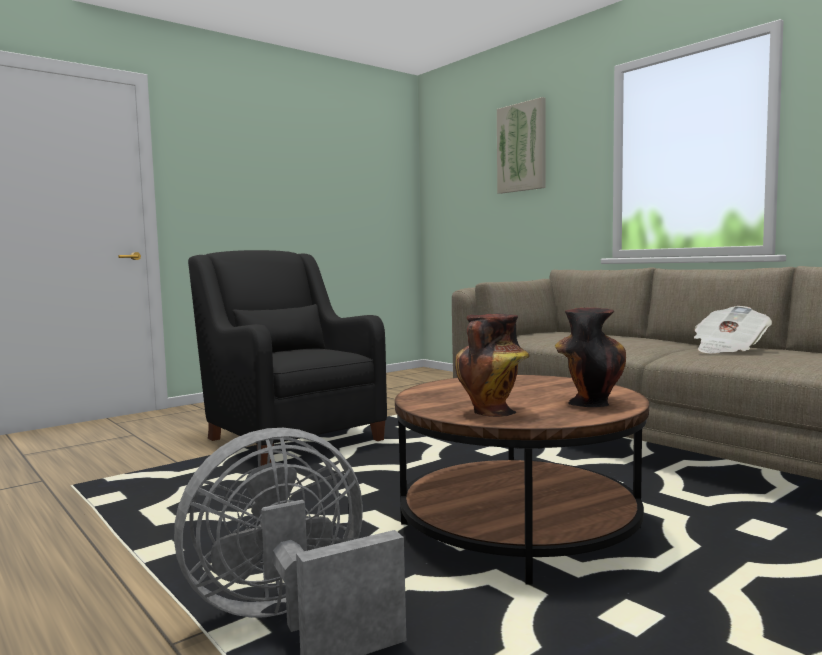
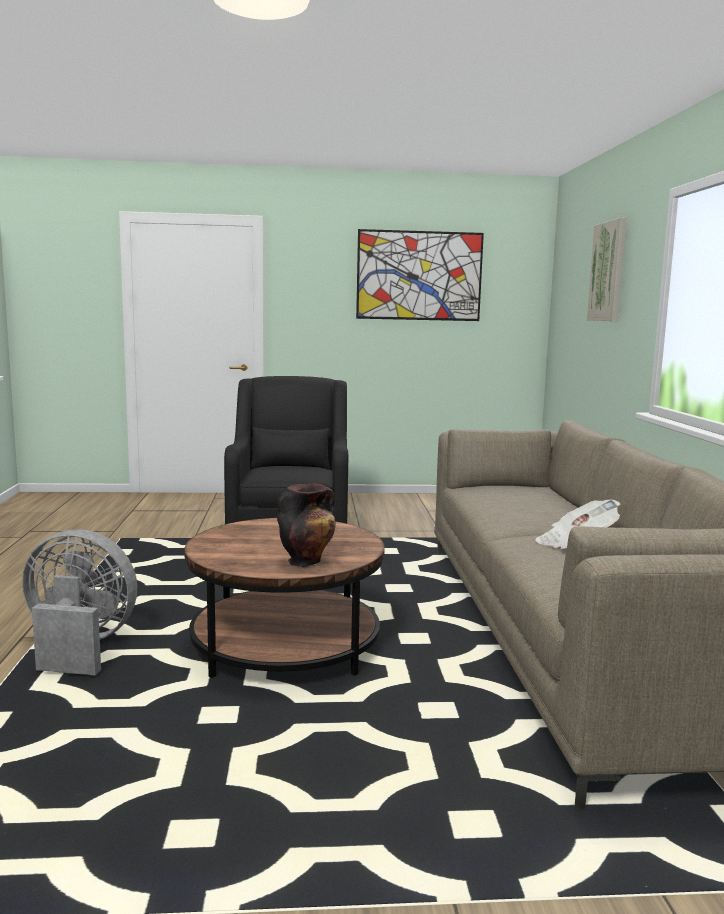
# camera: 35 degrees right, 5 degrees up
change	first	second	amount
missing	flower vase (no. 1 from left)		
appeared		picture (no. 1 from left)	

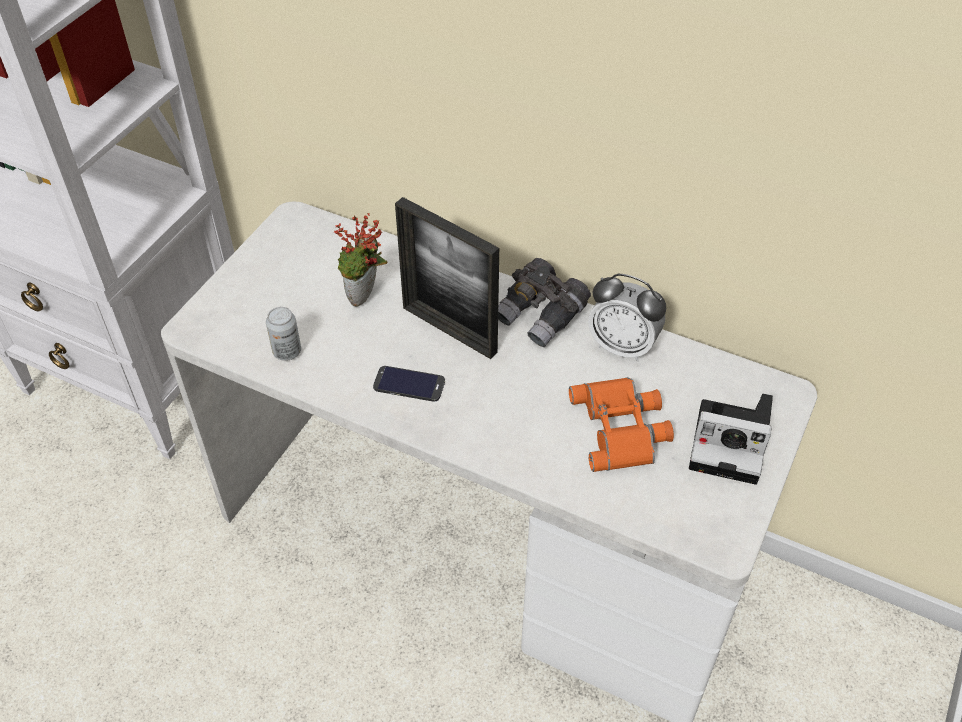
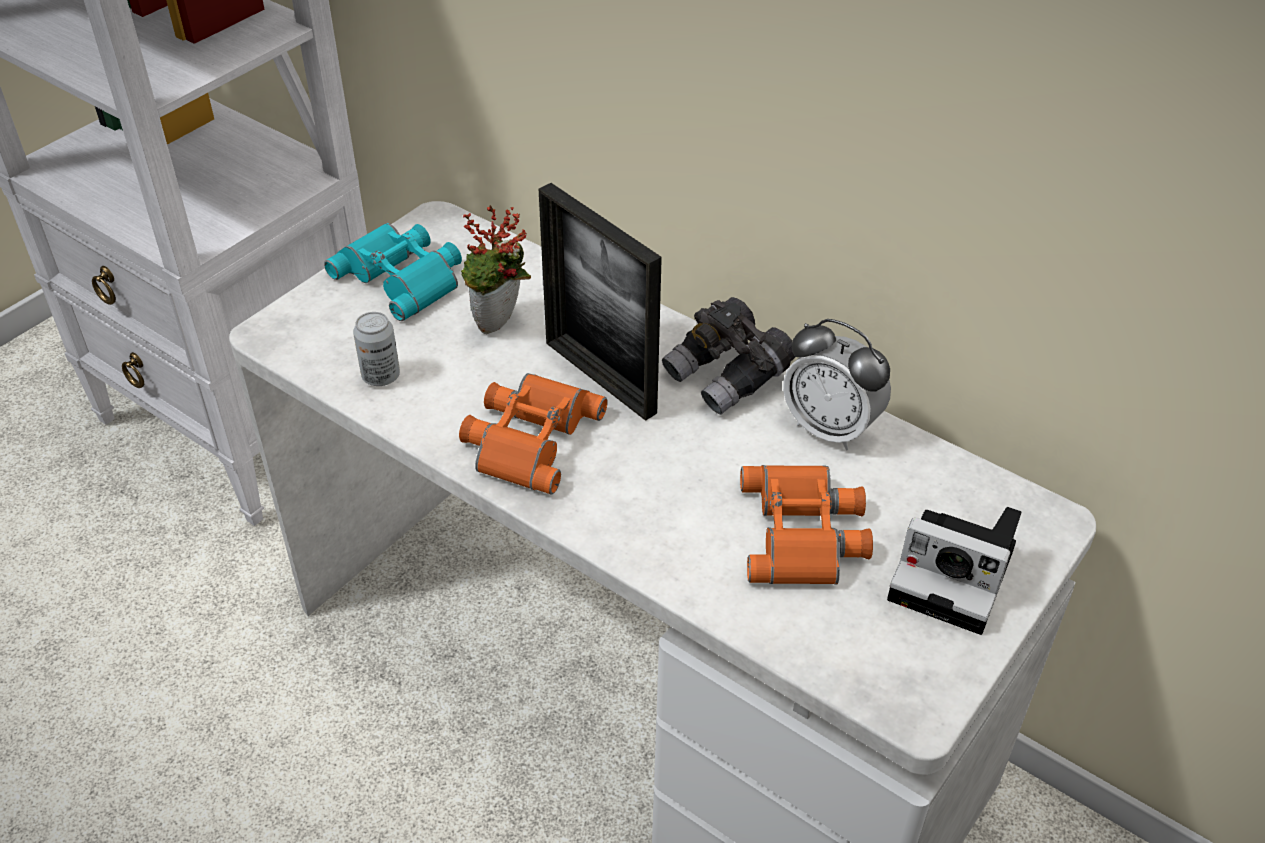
# camera: 10 degrees right, 5 degrees down
change	first	second	amount
appeared		field glasses in blue-green	
exchanged	handset	field glasses in orange (no. 1 from left)	

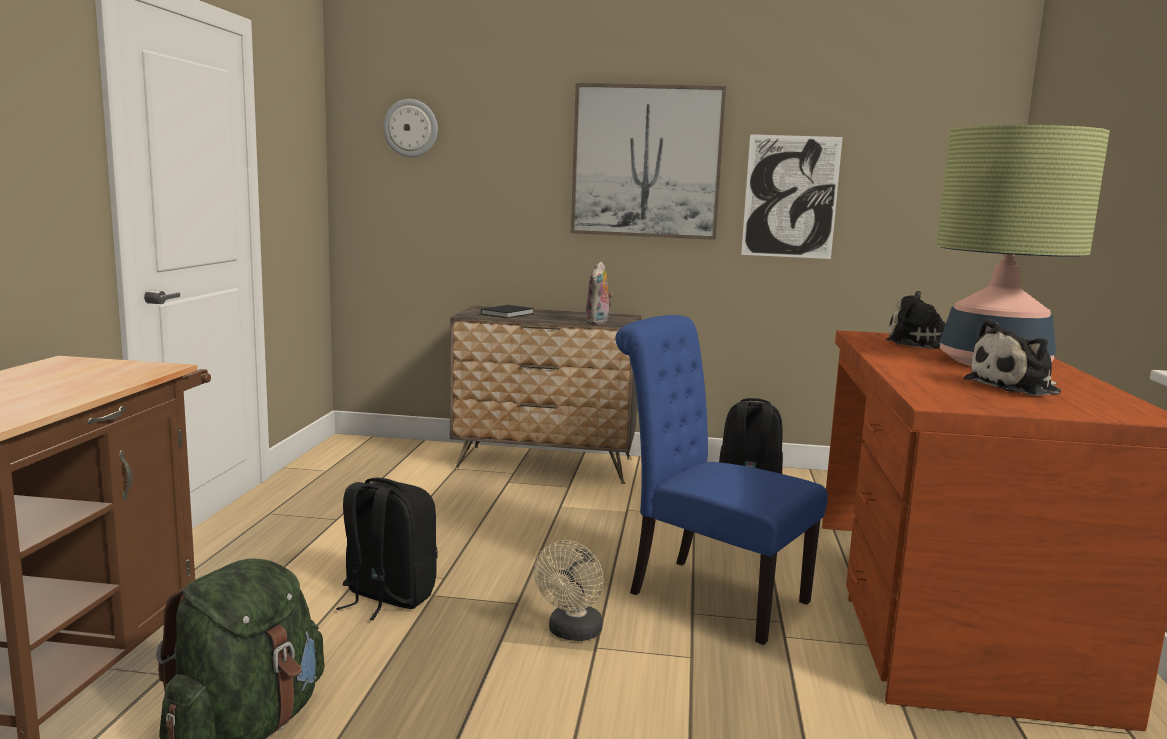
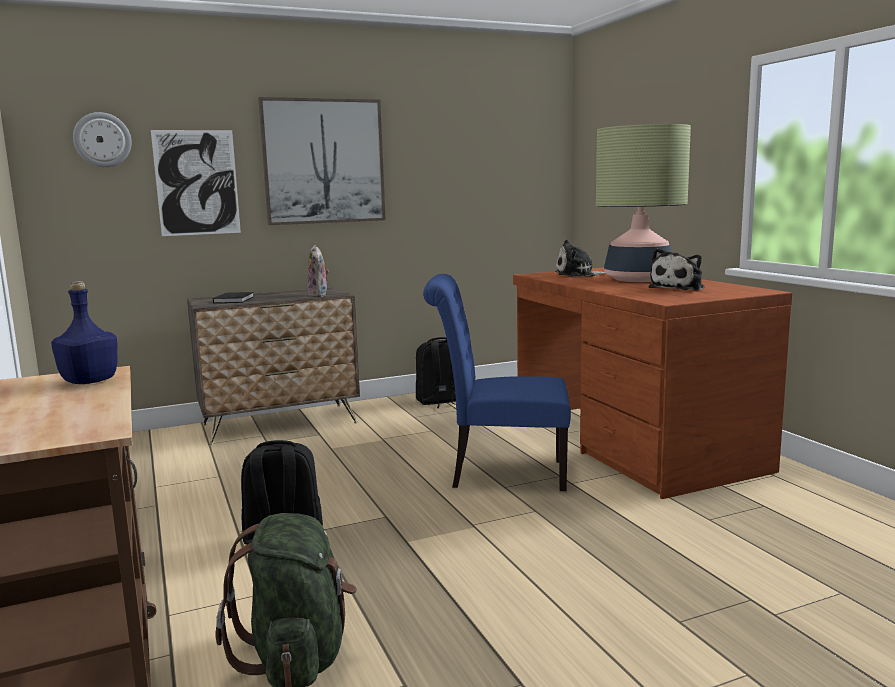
# camera: 30 degrees left, 0 degrees up
change	first	second	amount
missing	cooling fan in sand-coloured		
appeared		drink bottle in blue	
relocated	picture (no. 2 from left in the first image)	picture (no. 1 from left)	

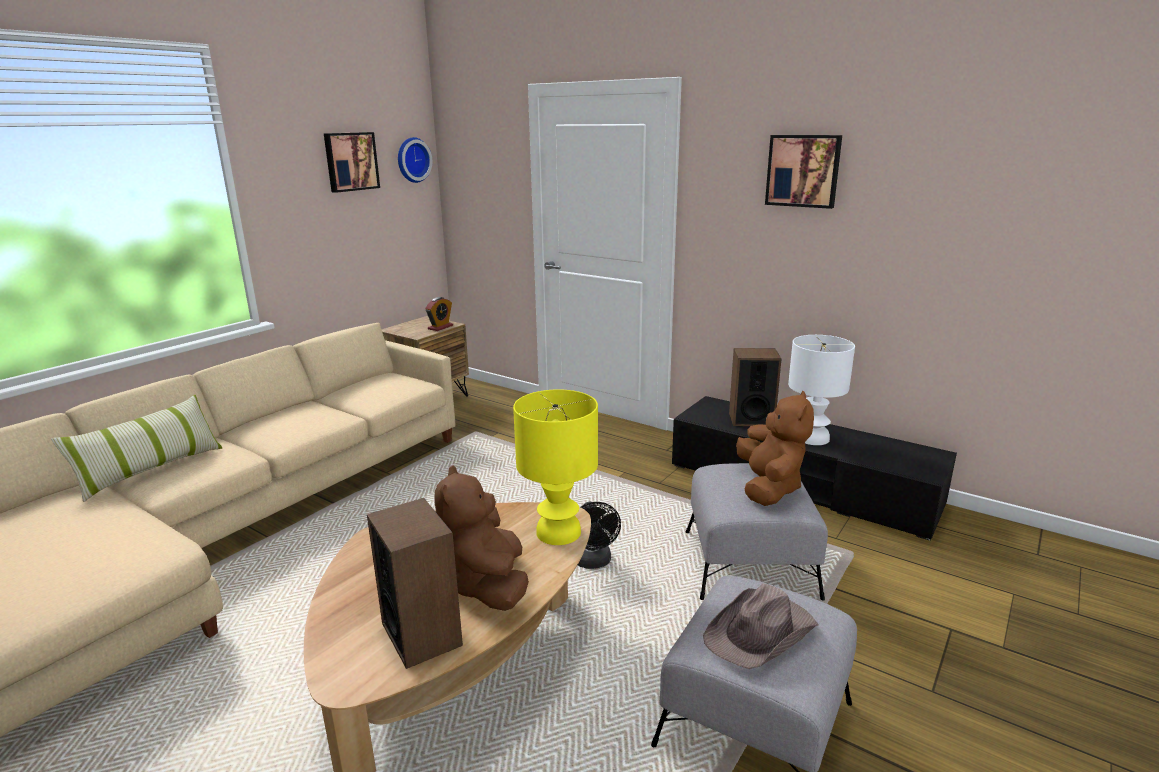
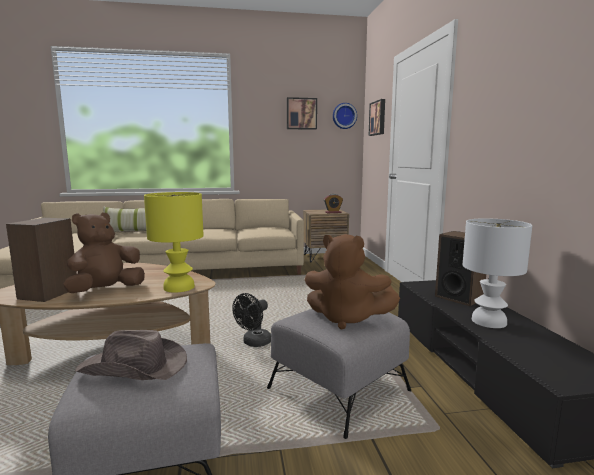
# camera: 45 degrees right, 10 degrees down
change	first	second	amount
relocated	picture (no. 2 from left)		
spun	soft toy in brown-coloured (no. 2 from left)		60 degrees clockwise

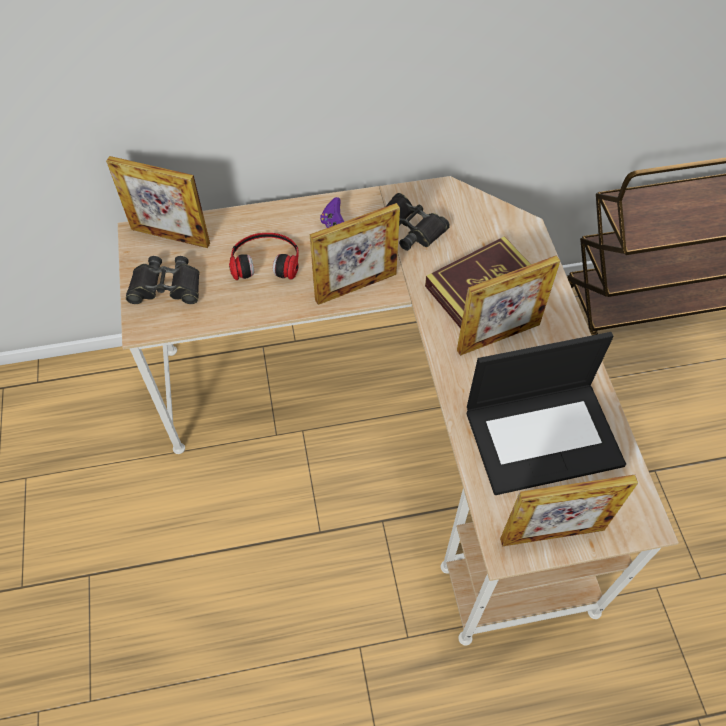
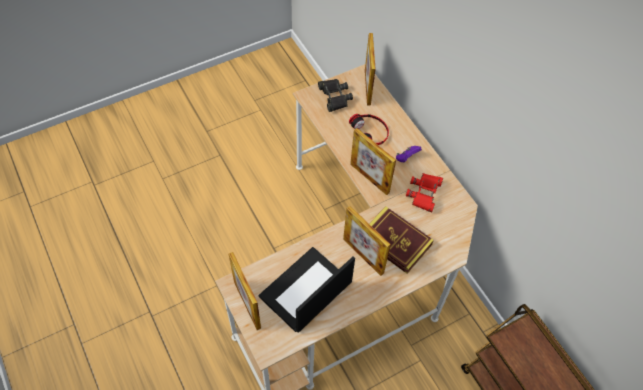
# camera: 70 degrees right, 0 degrees up
change	first	second	amount
colour	field glasses in black (no. 2 from left)	field glasses in red-coloured	
spun	laptop		75 degrees clockwise

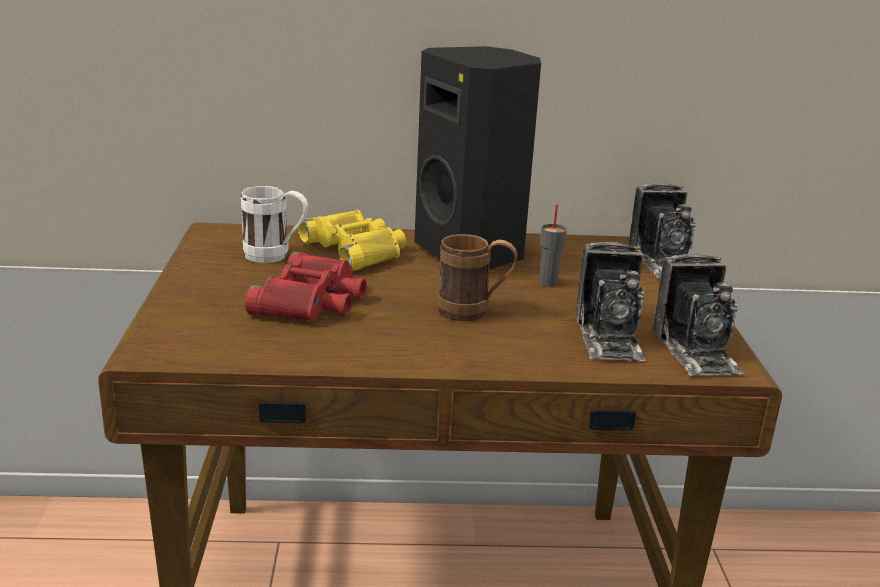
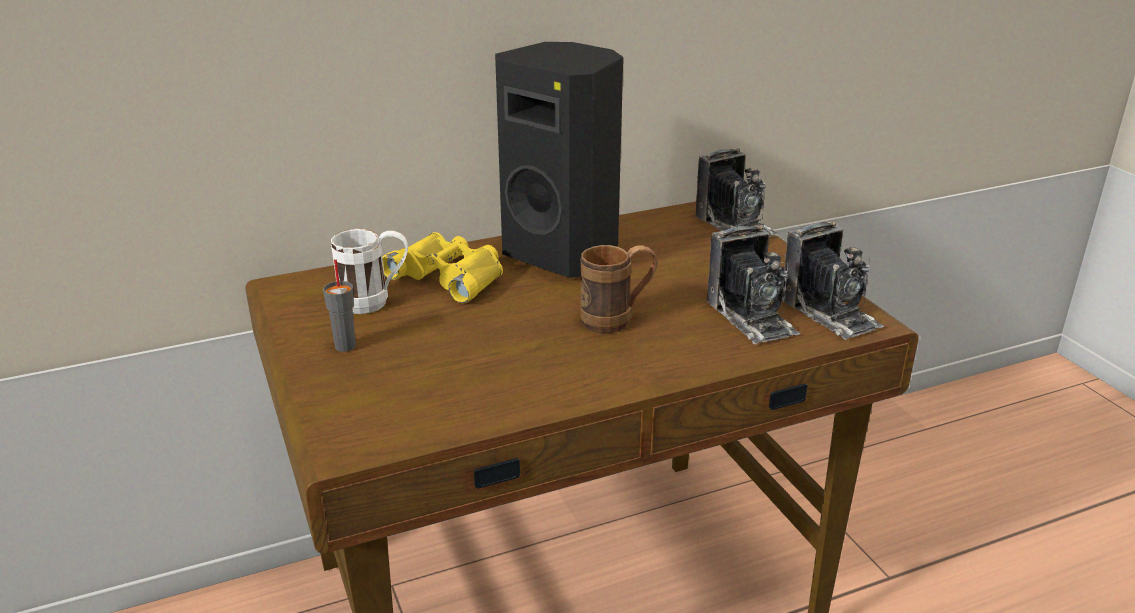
# camera: 20 degrees left, 5 degrees up
change	first	second	amount
missing	field glasses in red-coloured		
relocated	small cup in grey		

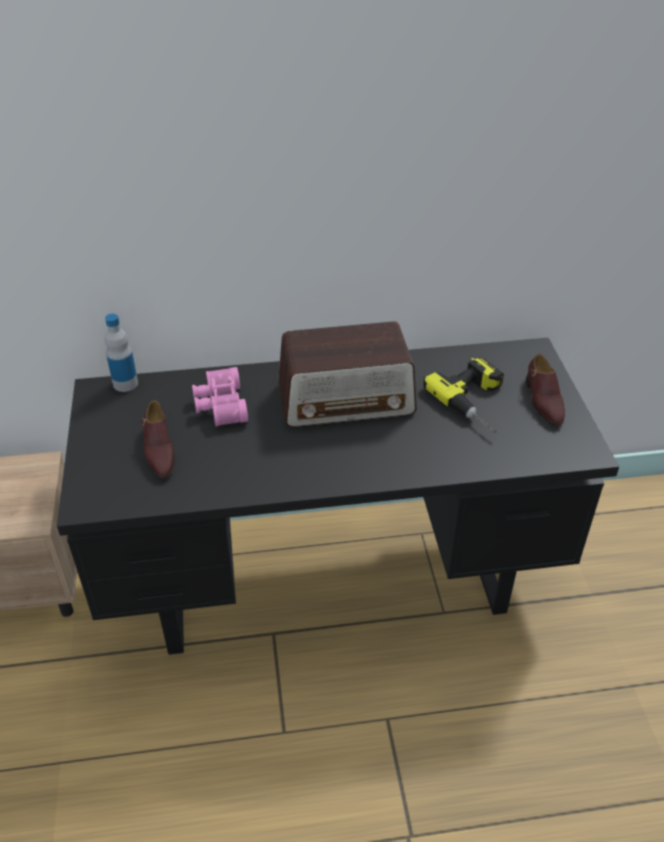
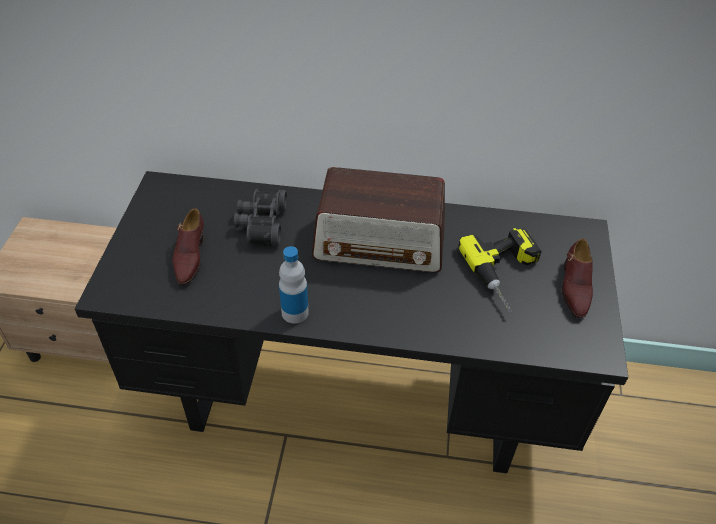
# camera: 15 degrees right, 5 degrees up
change	first	second	amount
relocated	drink bottle		
colour	field glasses in pink-coloured	field glasses in black	

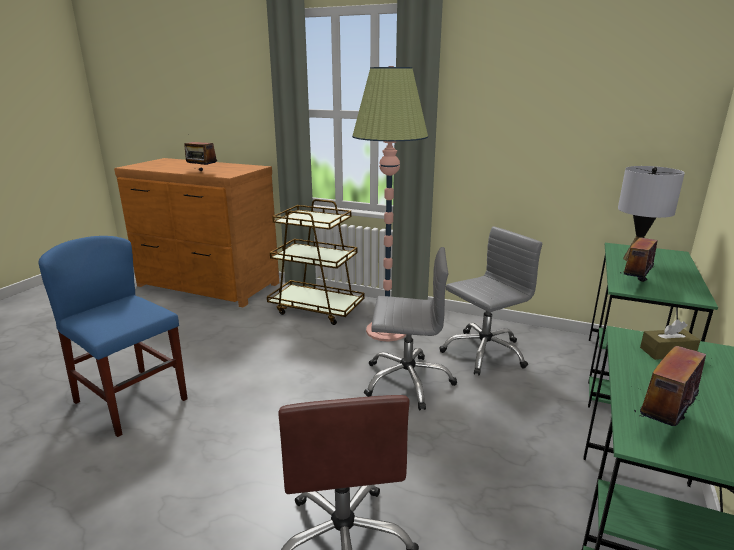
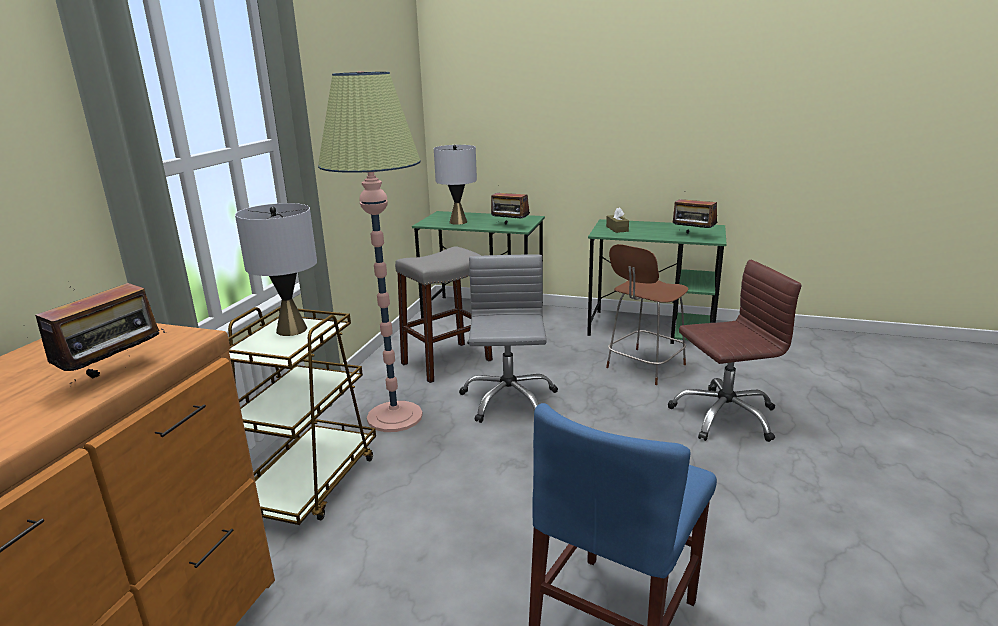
# camera: 95 degrees left, 0 degrees up
change	first	second	amount
appeared		table lamp in grey (no. 1 from left)	
appeared		stool seat in brown-coloured	
exchanged	office chair in grey (no. 2 from left)	stool seat in grey	

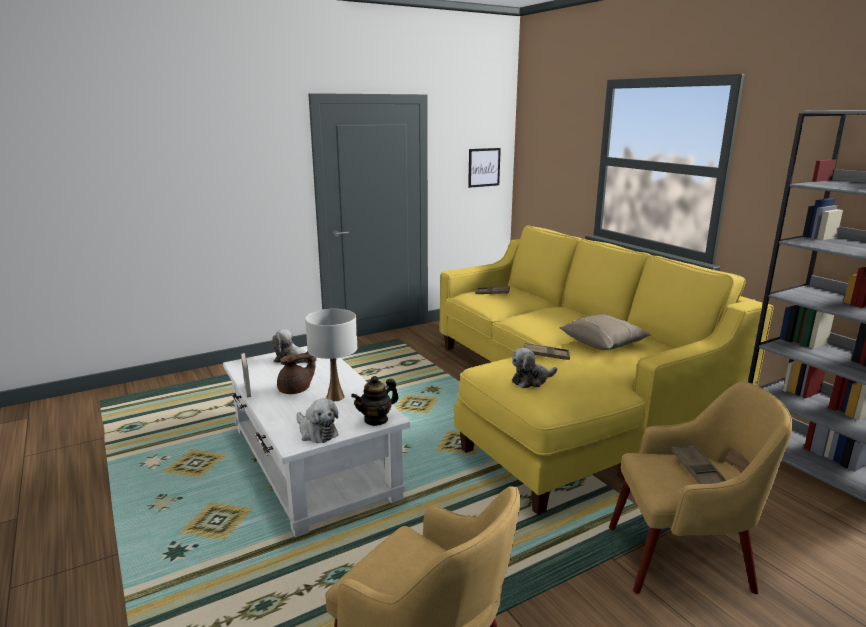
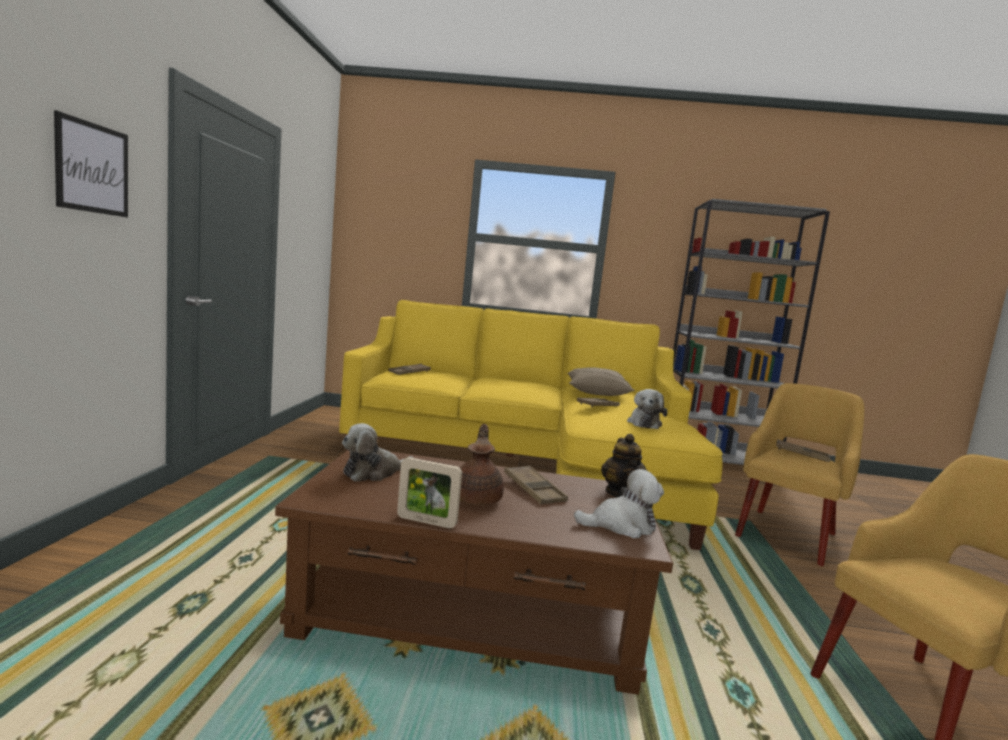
# camera: 55 degrees left, 10 degrees down
change	first	second	amount
relocated	picture		
exchanged	table lamp in white-coloured	carrying tray in brown-coloured (no. 2 from left)	
colour	lounge table in white-coloured	lounge table in brown-coloured	

